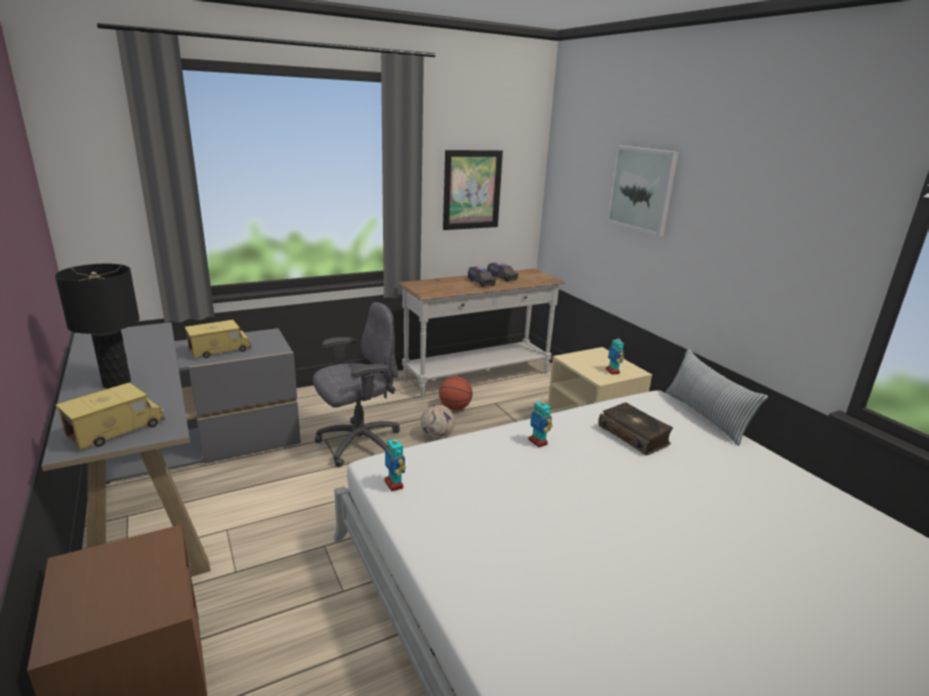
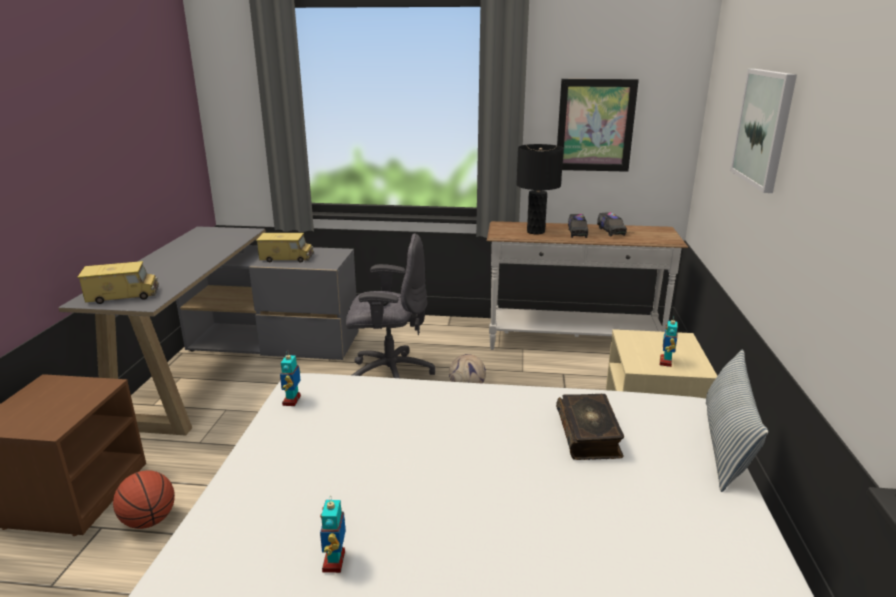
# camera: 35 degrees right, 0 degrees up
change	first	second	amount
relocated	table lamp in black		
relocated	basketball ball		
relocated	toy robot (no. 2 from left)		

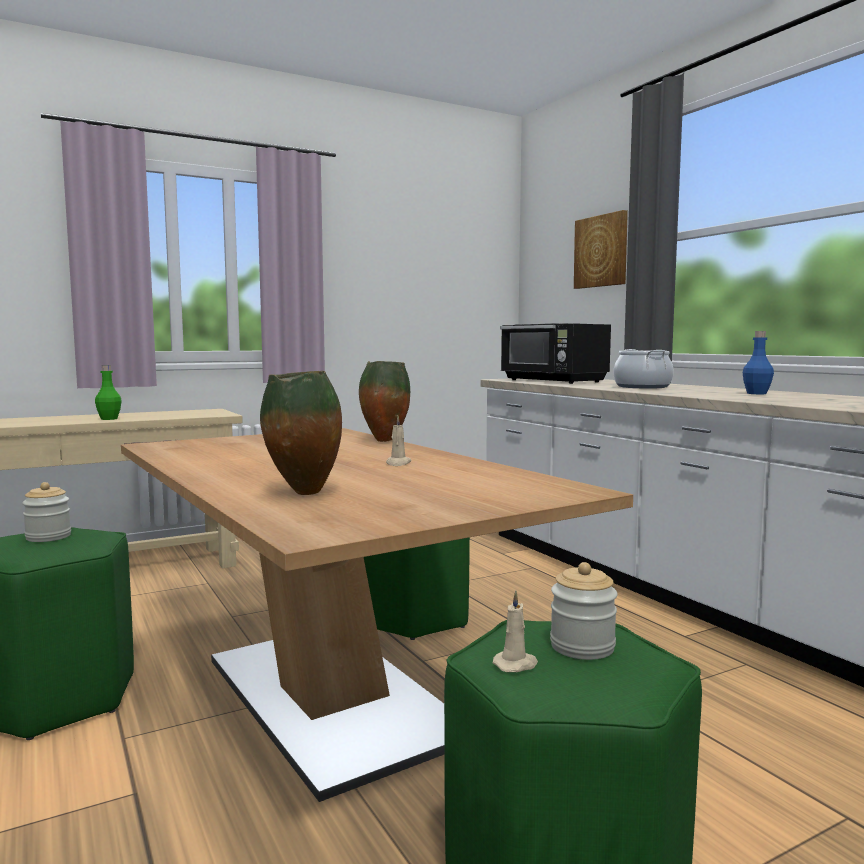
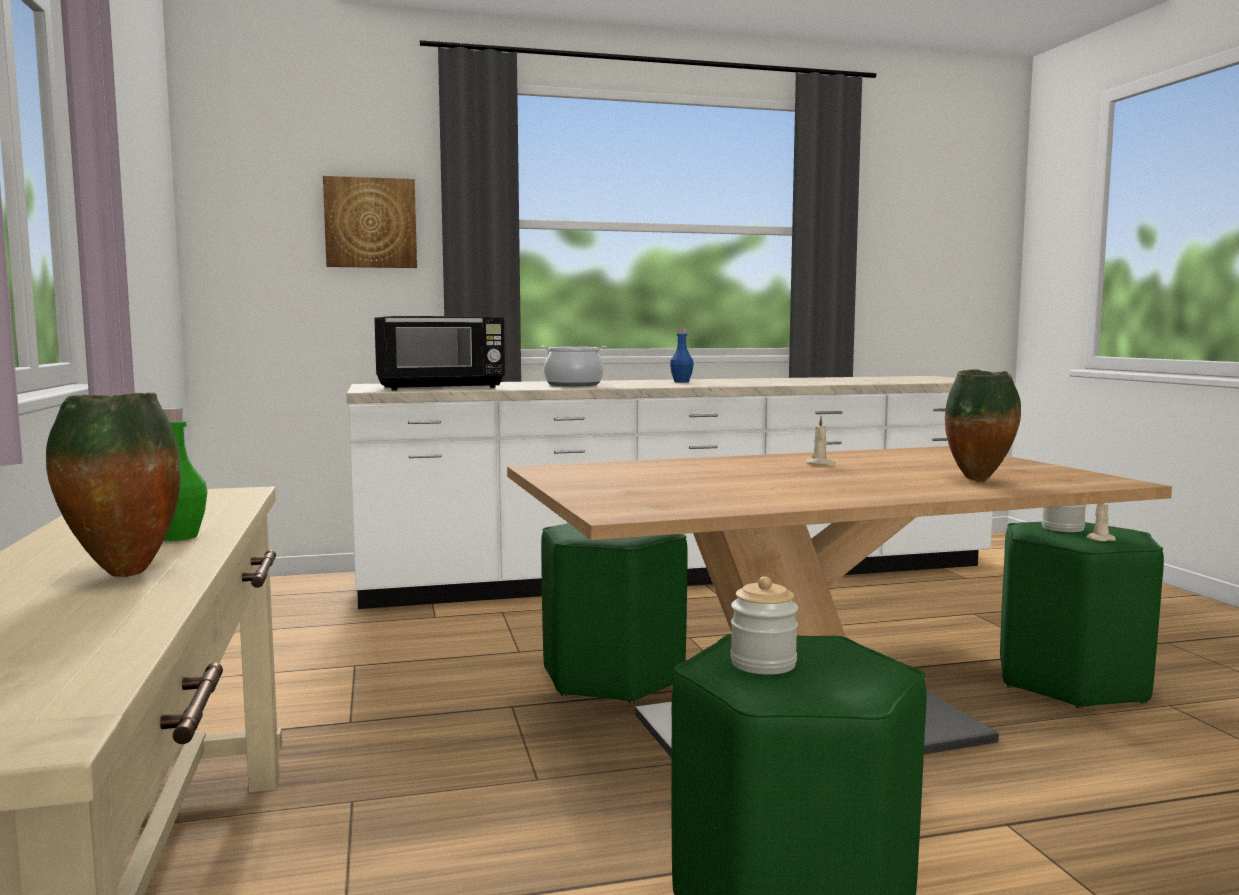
# camera: 75 degrees left, 0 degrees up
change	first	second	amount
relocated	flower vase (no. 2 from left in the first image)	flower vase (no. 1 from left)	

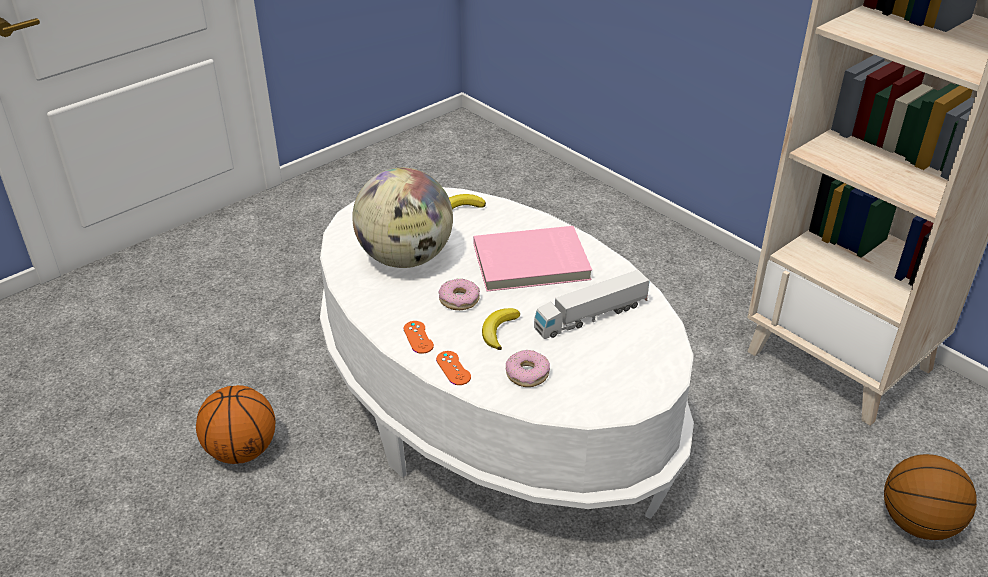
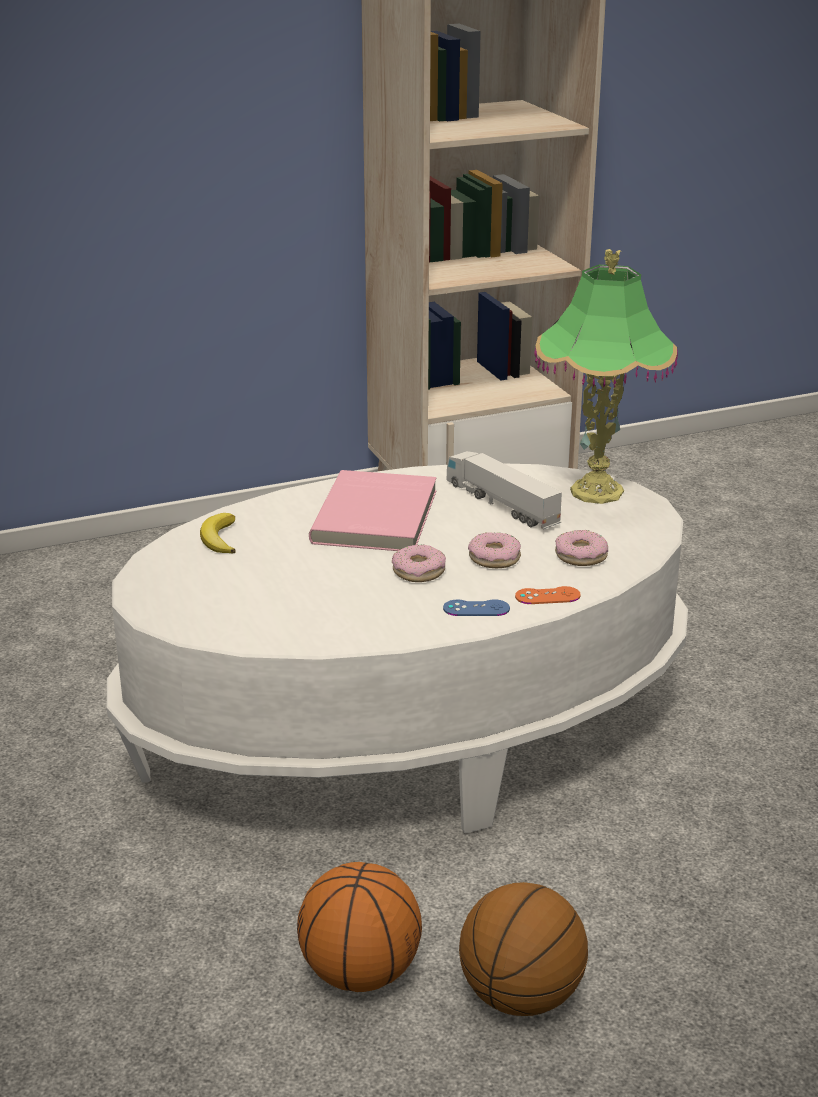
# camera: 70 degrees left, 10 degrees down
change	first	second	amount
missing	desk globe		
appeared		table lamp	
relocated	basketball ball (no. 2 from left)		
exchanged	whole banana (no. 2 from left)	doughnut (no. 2 from left)	
colour	game controller in orange (no. 1 from left)	game controller in blue	
spun	toy lorry		150 degrees clockwise

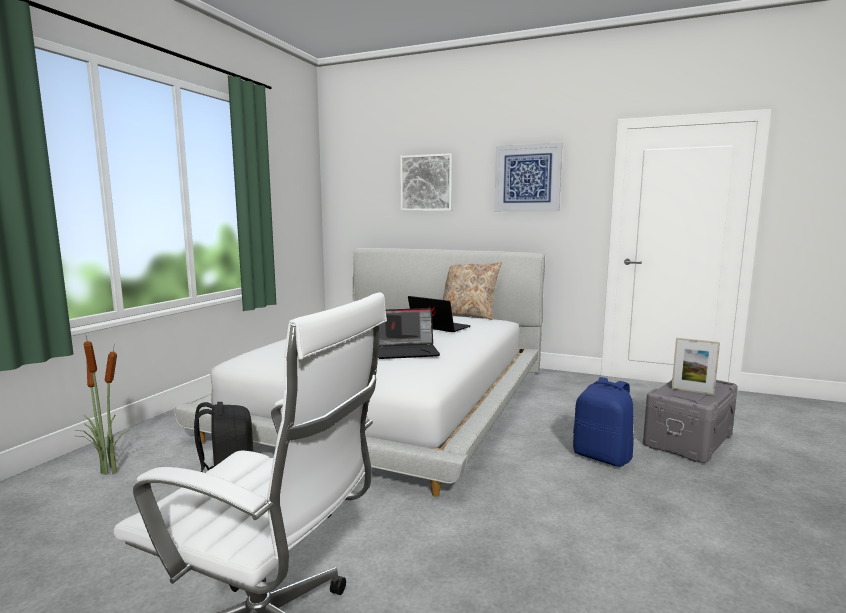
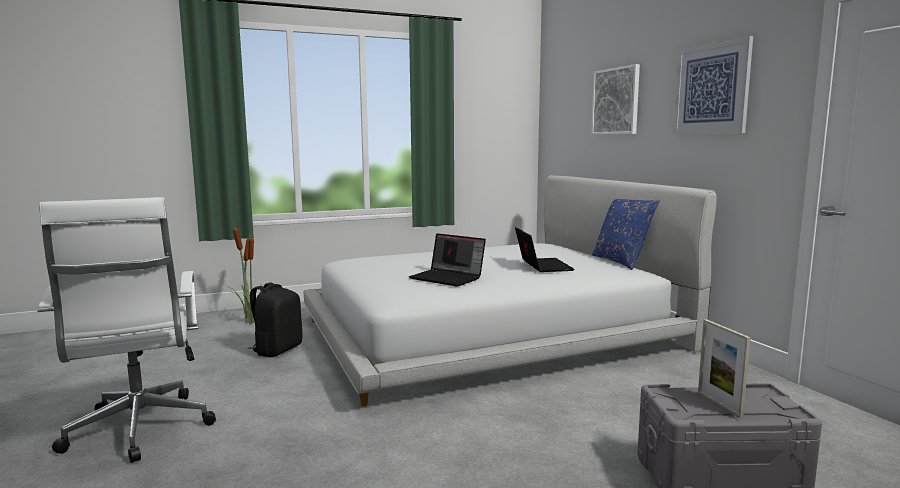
# camera: 45 degrees right, 0 degrees up
change	first	second	amount
missing	backpack in blue		
colour	cushion in sand-coloured	cushion in blue	

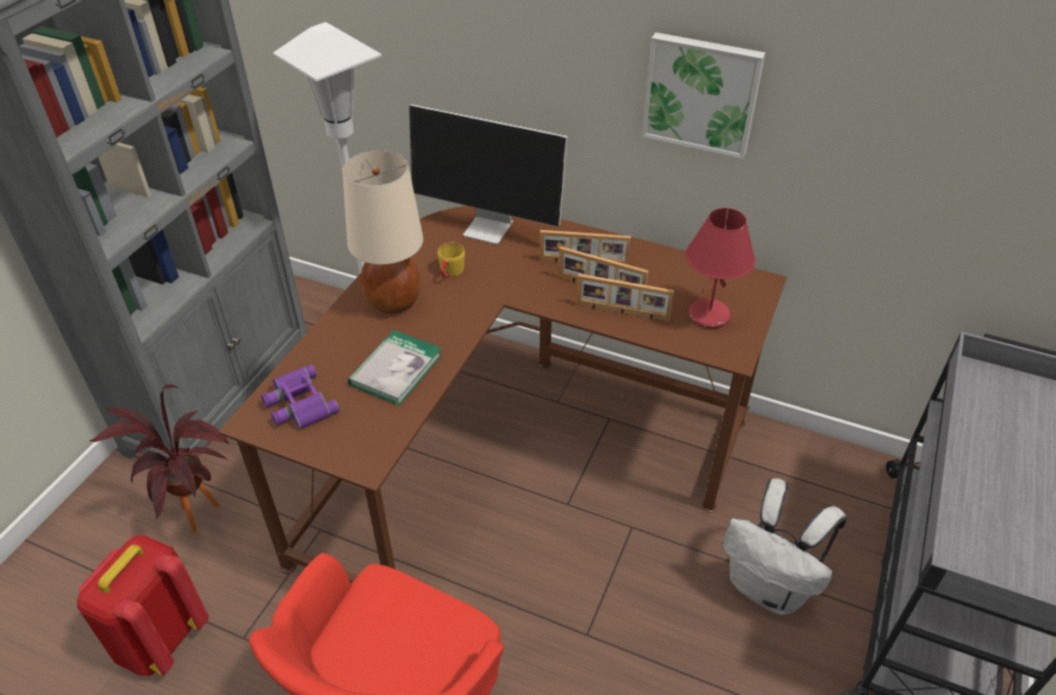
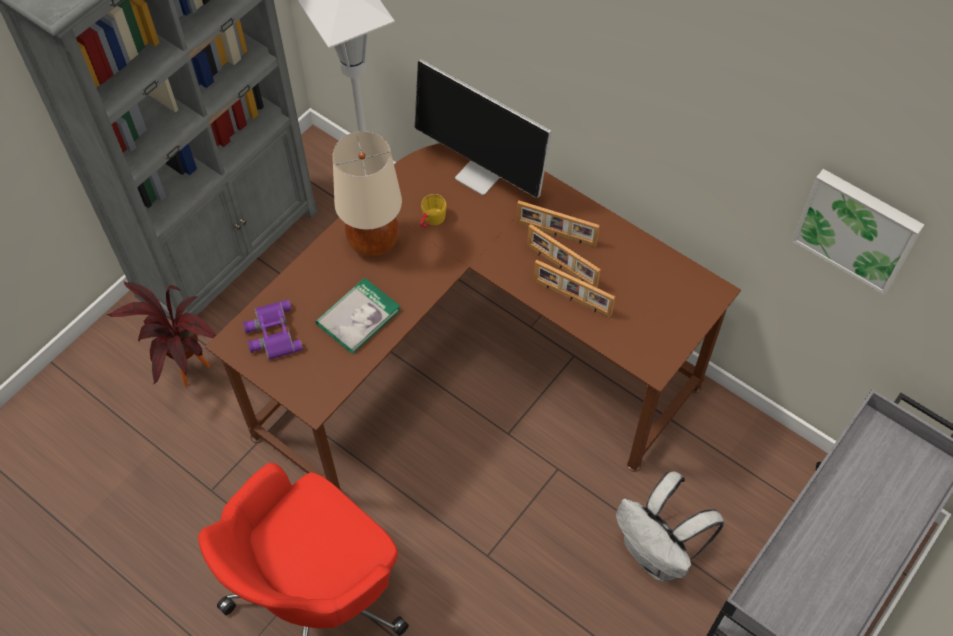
# camera: 15 degrees right, 15 degrees up
change	first	second	amount
missing	backpack in red-coloured		
missing	table lamp in red-coloured		
relocated	picture		

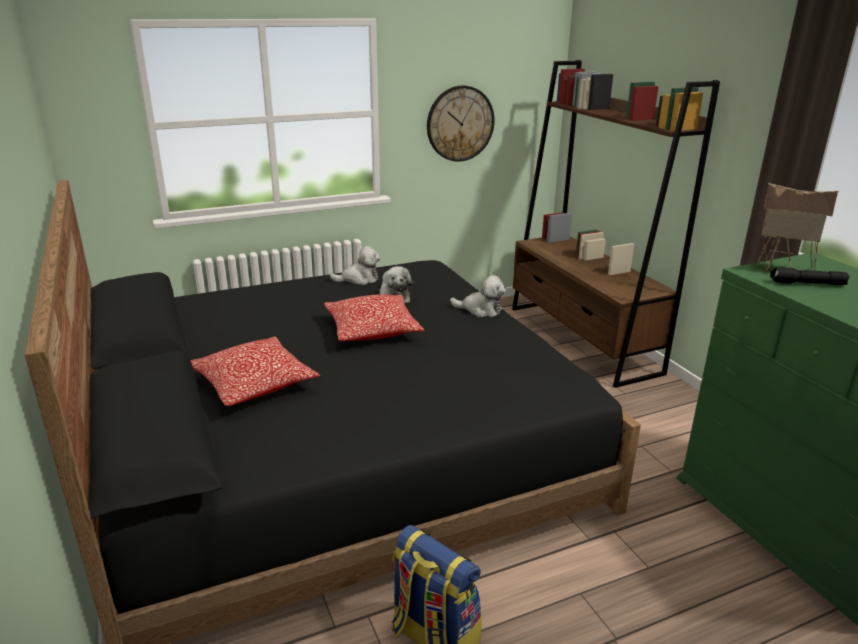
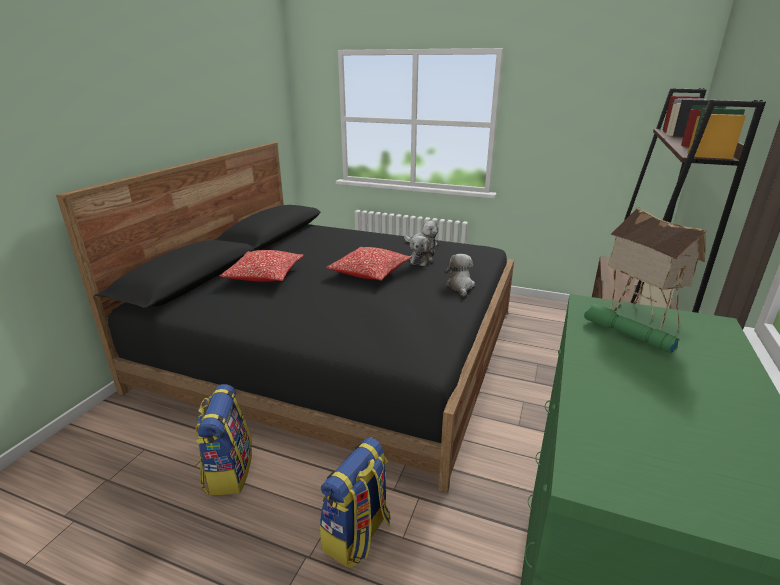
# camera: 45 degrees right, 0 degrees up
change	first	second	amount
missing	clock on the wall		
appeared		backpack (no. 2 from left)	
colour	torch in black	torch in greenish	
spun	soft toy (no. 3 from left)		150 degrees counterclockwise

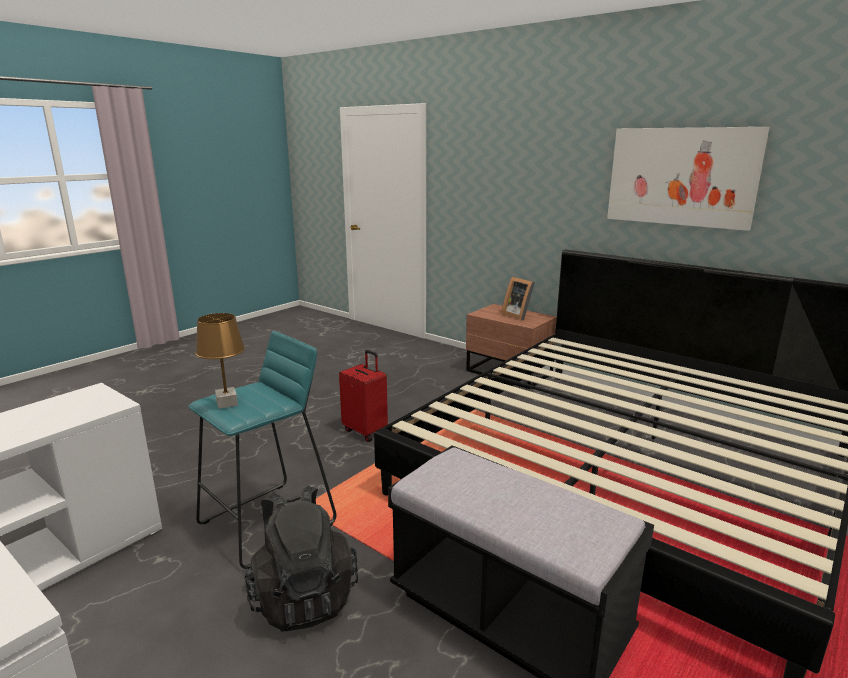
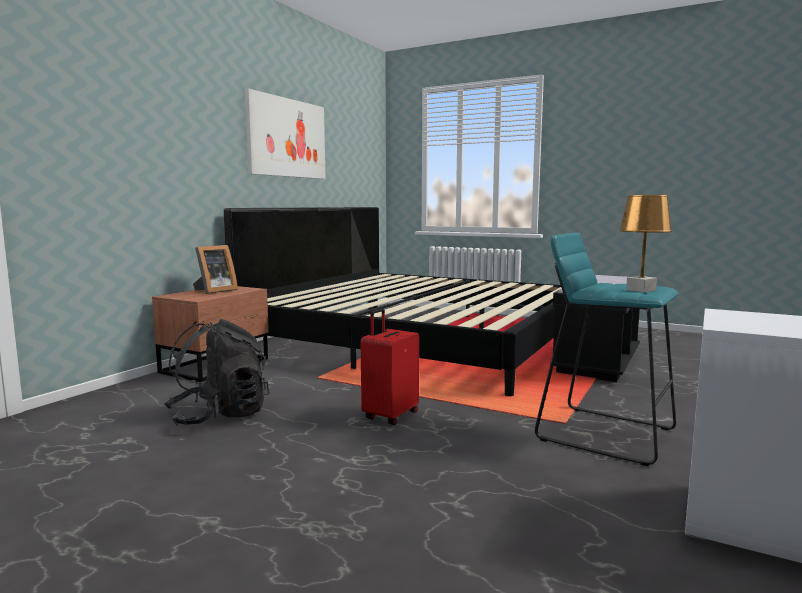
# camera: 100 degrees left, 10 degrees down
change	first	second	amount
relocated	backpack in black		

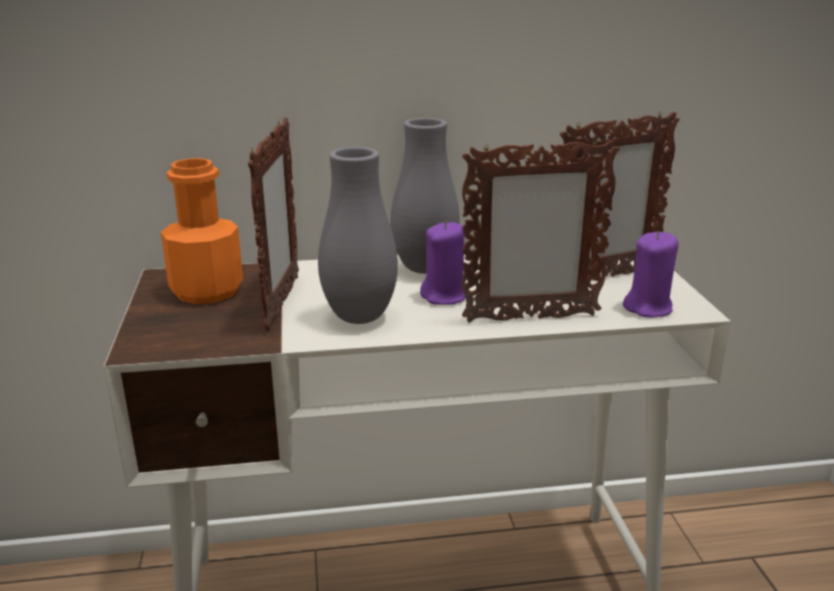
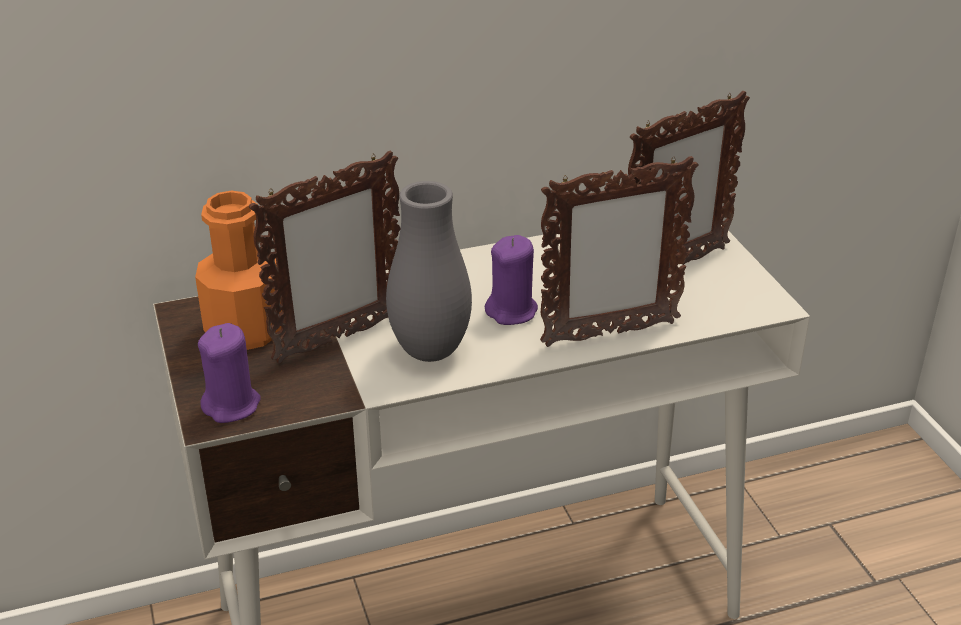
# camera: 10 degrees left, 10 degrees up
change	first	second	amount
missing	flower vase in grey (no. 2 from left)		
relocated	candle in purple-coloured (no. 2 from left in the first image)	candle in purple-coloured (no. 1 from left)	
spun	picture frame (no. 1 from left)		60 degrees clockwise

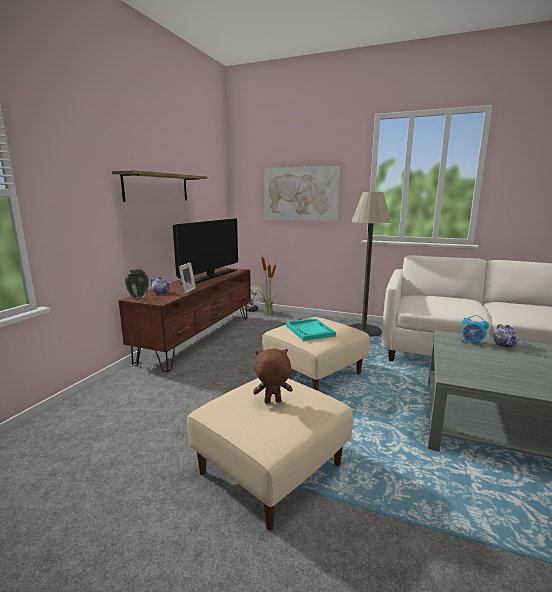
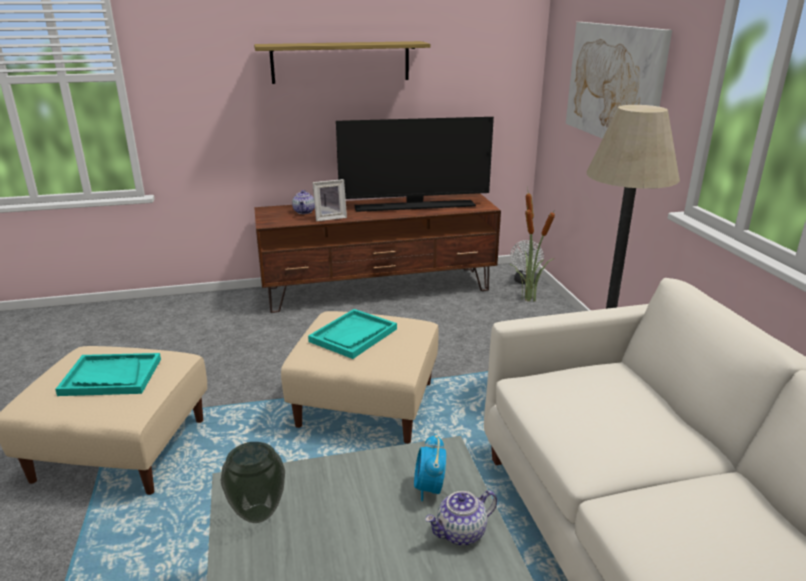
# camera: 55 degrees right, 10 degrees up
change	first	second	amount
relocated	flower vase		
exchanged	soft toy in brown-coloured	carrying tray in blue-green (no. 1 from left)	

